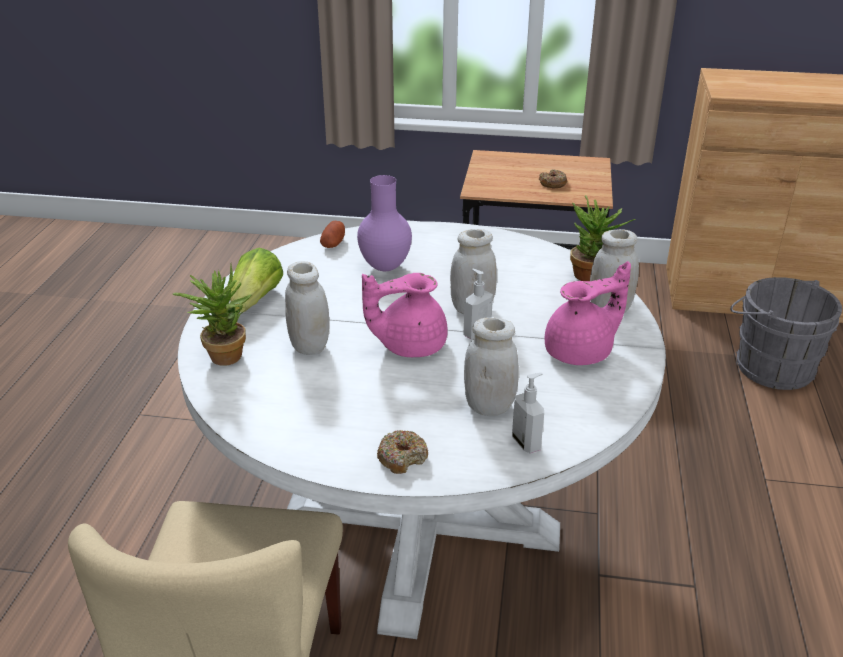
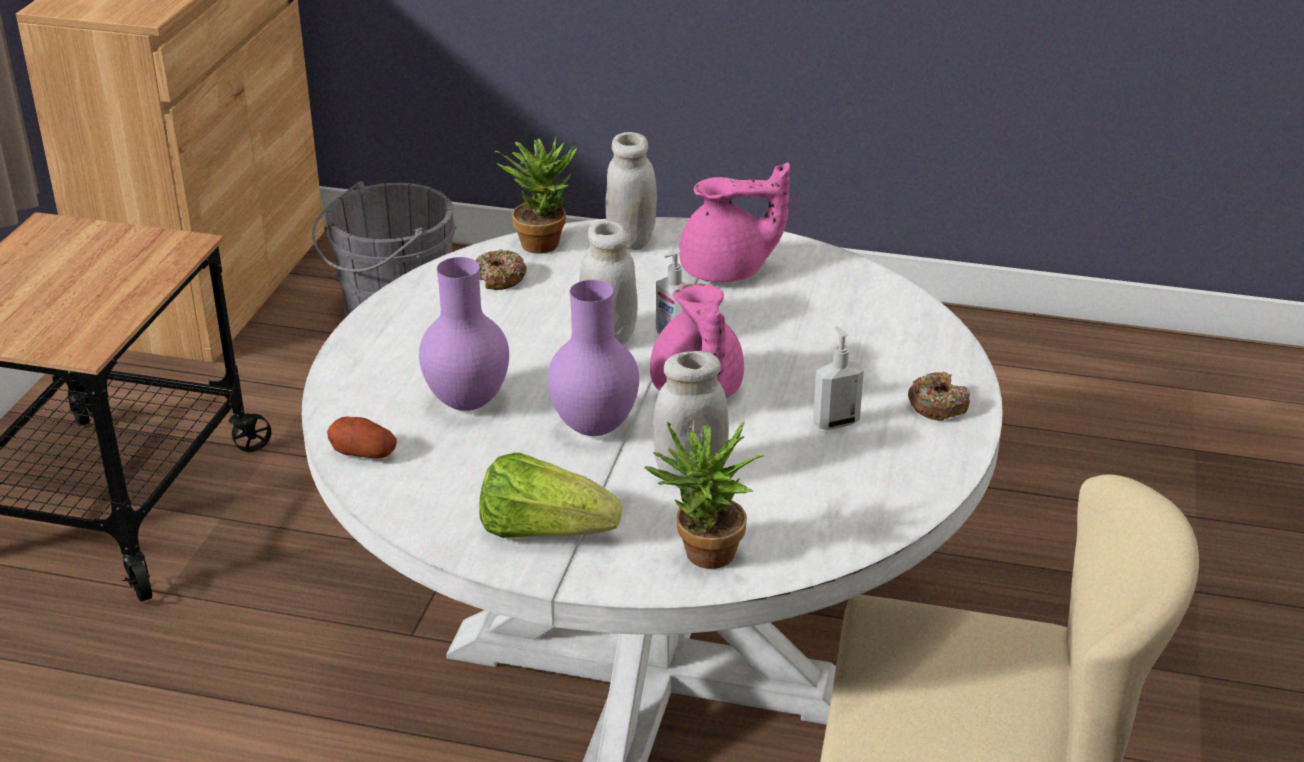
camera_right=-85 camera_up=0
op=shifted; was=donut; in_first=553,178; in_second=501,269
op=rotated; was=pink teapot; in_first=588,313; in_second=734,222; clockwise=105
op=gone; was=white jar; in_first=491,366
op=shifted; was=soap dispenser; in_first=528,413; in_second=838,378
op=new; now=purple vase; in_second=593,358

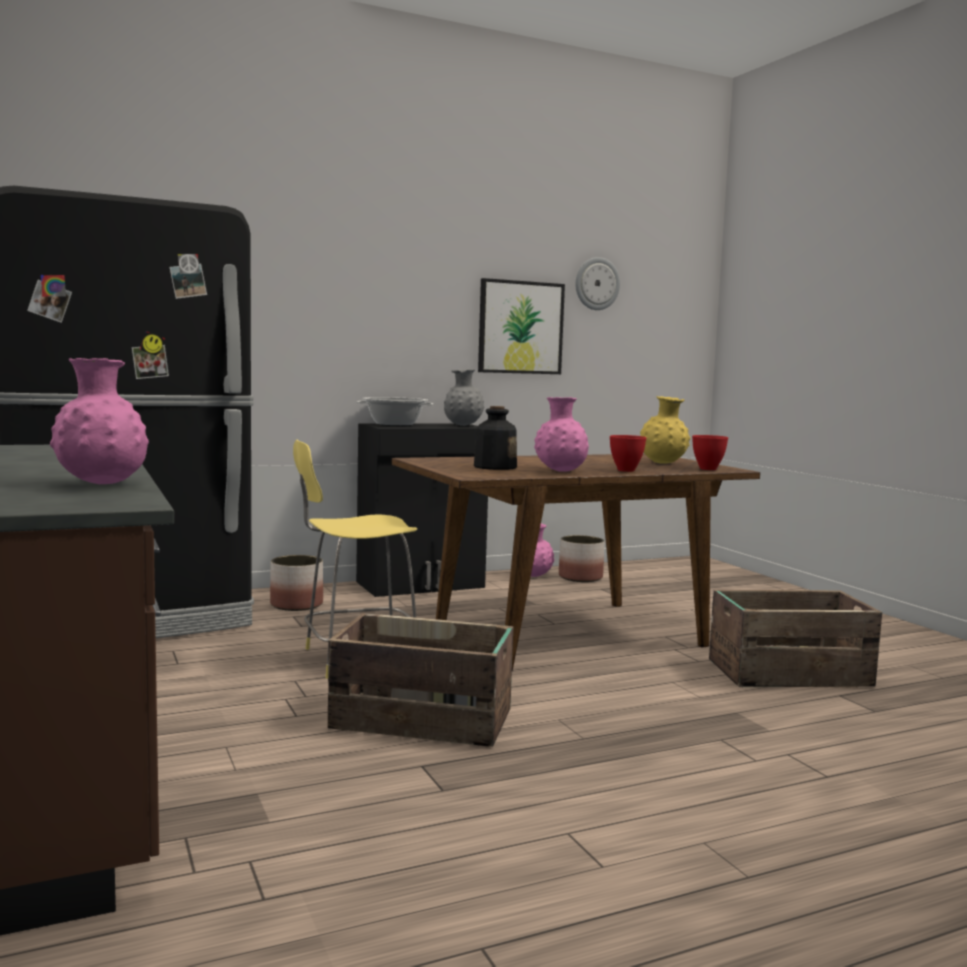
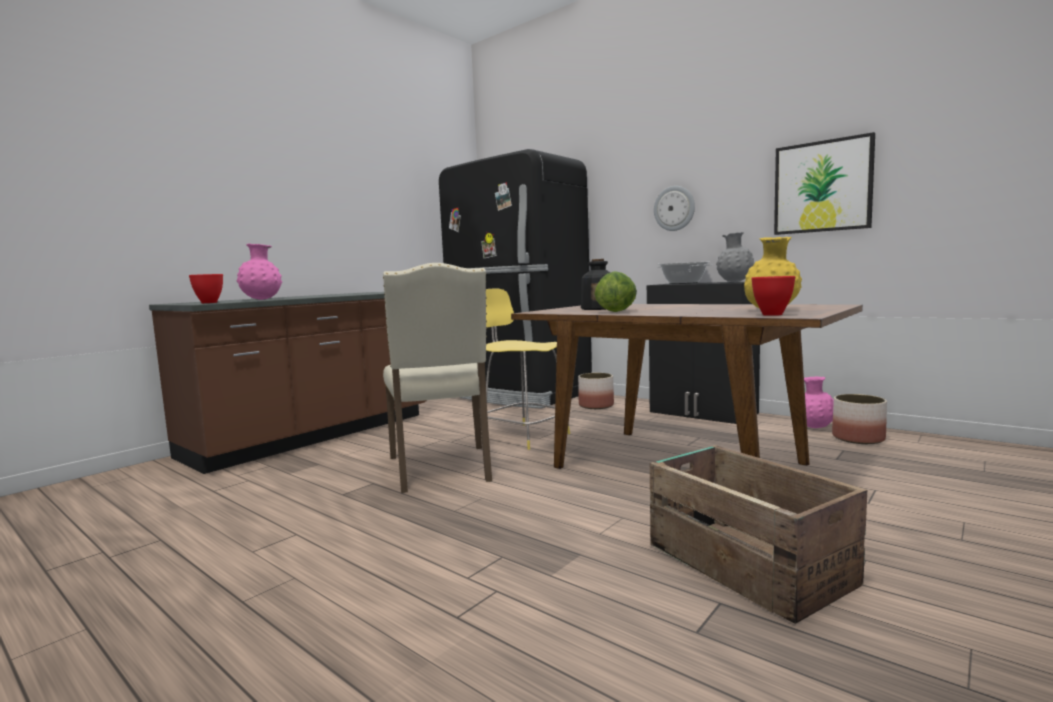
camera_right=65 camera_up=0
op=shifted; was=wall clock; in_first=597,283; in_second=674,208
op=swapped; was=pink vase; now=lettuce; in_first=561,434; in_second=616,291
op=shifted; was=red bowl; in_first=628,453; in_second=206,288
op=swapped; was=crate; now=beige chair; in_first=420,680; in_second=437,378

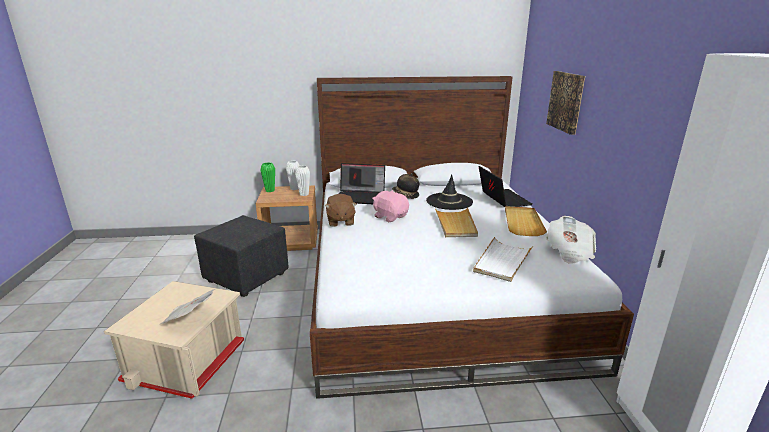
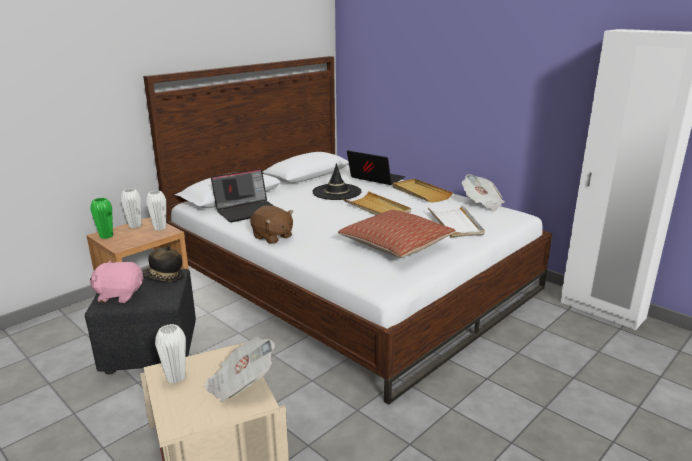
camera_right=-40 camera_up=0
op=gone; was=picture; in_first=565,103
op=shifted; was=hat; in_first=405,186; in_second=163,264
op=shifted; was=pink plush toy; in_first=390,206; in_second=116,281
op=new; now=pillow; in_second=397,234
op=new; now=white vase; in_second=170,353

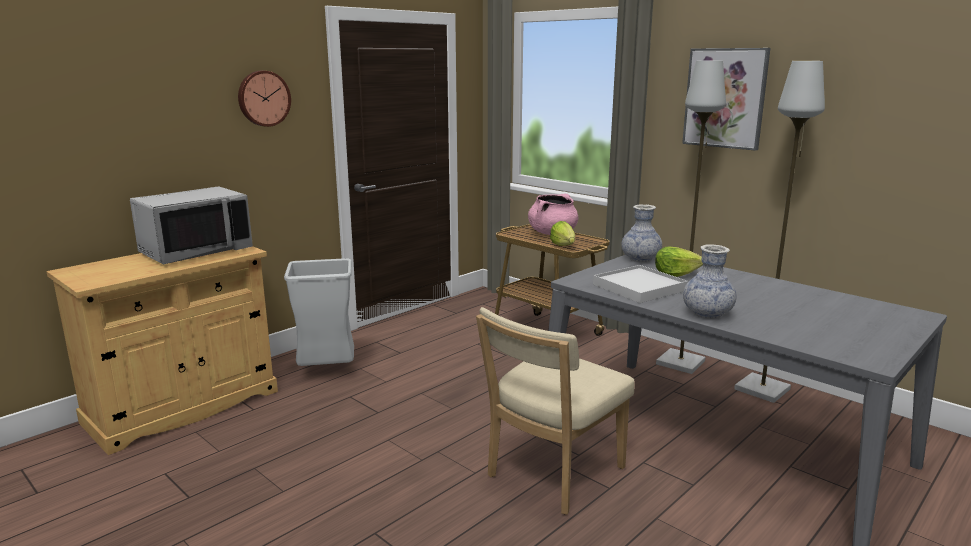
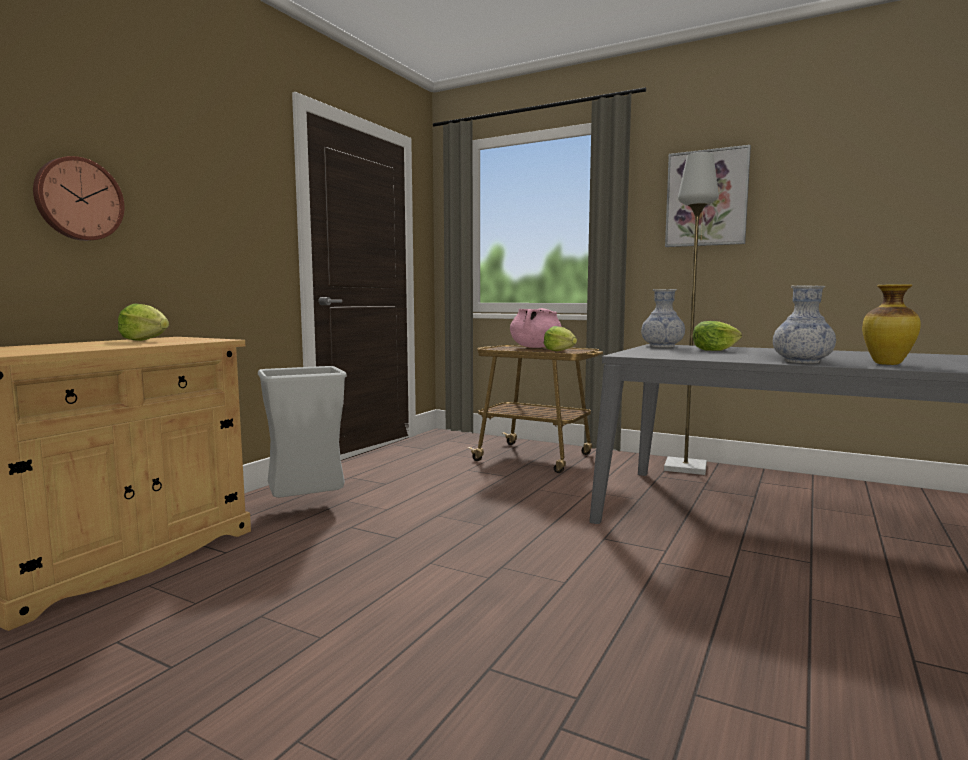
camera_right=-15 camera_up=-10
op=gone; was=grey floor lamp; in_first=779,232
op=shifted; was=wall clock; in_first=264,99; in_second=79,198
op=swapped; was=grey microwave; now=lettuce; in_first=191,225; in_second=143,322
op=gone; was=white tray; in_first=640,284
op=gone; was=beige chair; in_first=555,411
op=new; now=vase; in_second=891,324

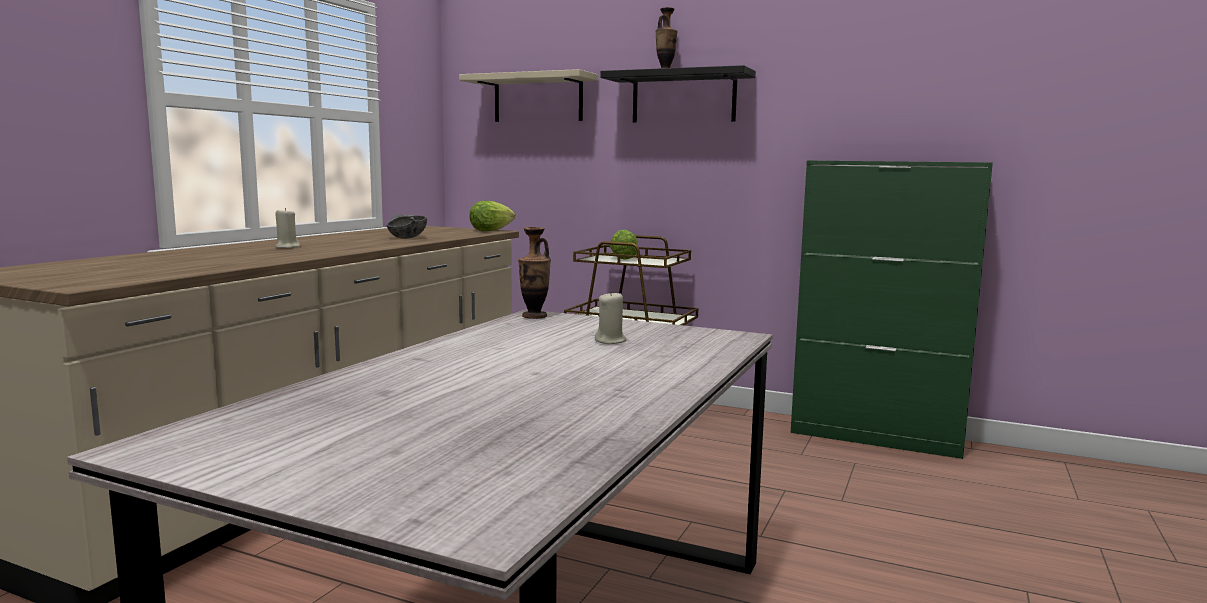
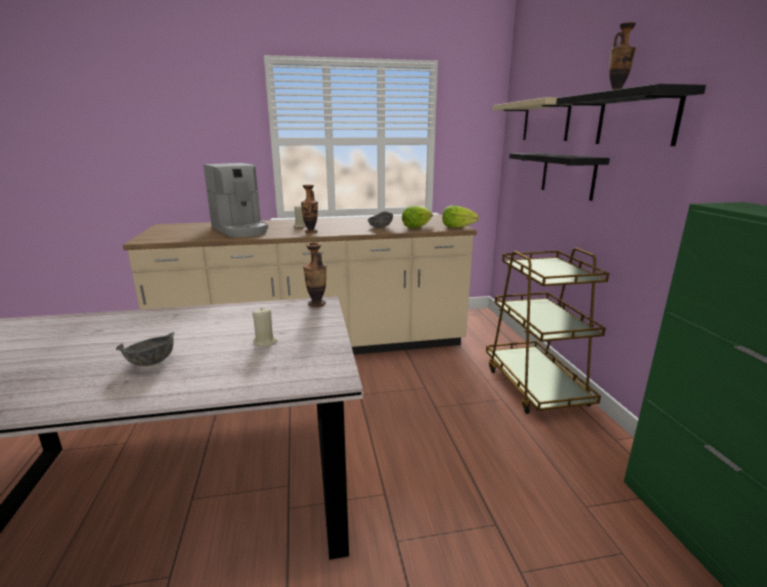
camera_right=55 camera_up=10
op=shifted; was=lettuce; in_first=623,245; in_second=417,217
op=new; now=black shelf; in_second=559,177
op=new; now=coffee machine; in_second=236,200
op=new; now=vase; in_second=309,209
op=new; now=grey bowl; in_second=145,349

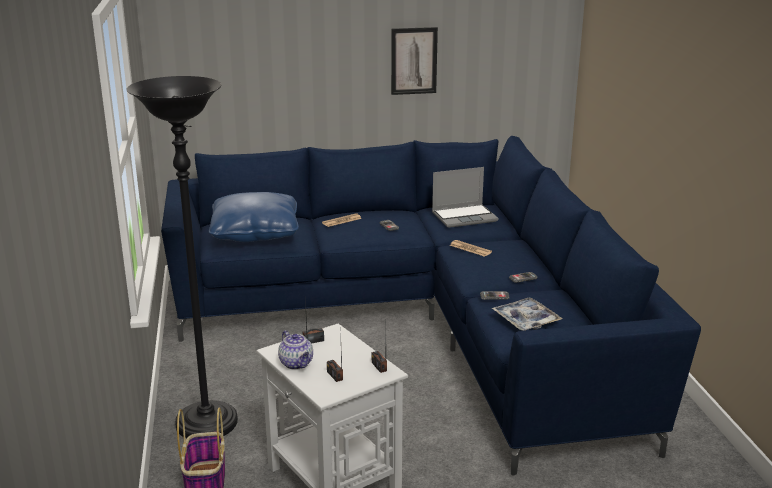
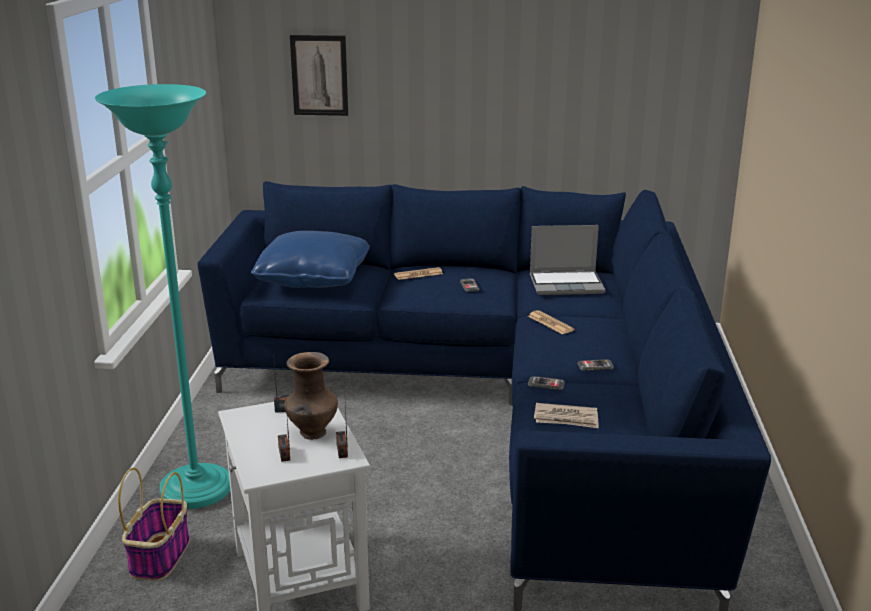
camera_right=15 camera_up=0
op=shifted; was=picture; in_first=414,61; in_second=319,75
op=repainted; was=black floor lamp; now=turquoise floor lamp; in_first=182,257; in_second=162,296
op=swapped; was=tray; now=newspaper; in_first=527,314; in_second=566,415
op=gone; was=teapot; in_first=295,350
op=new; now=brown vase; in_second=311,396

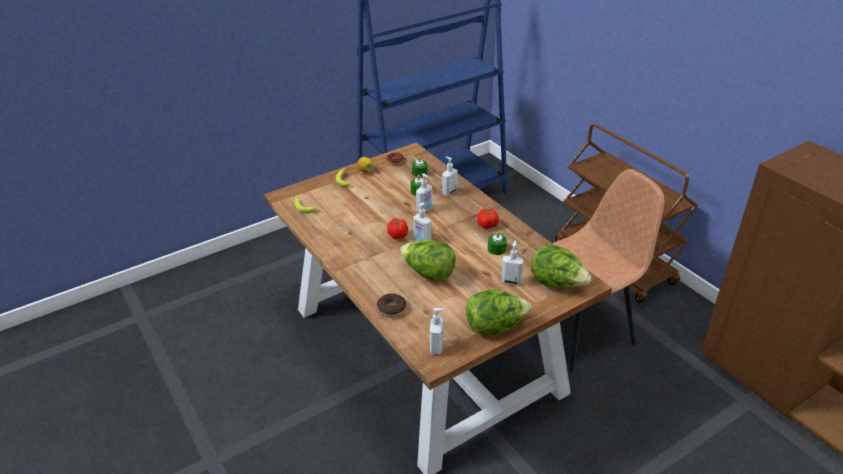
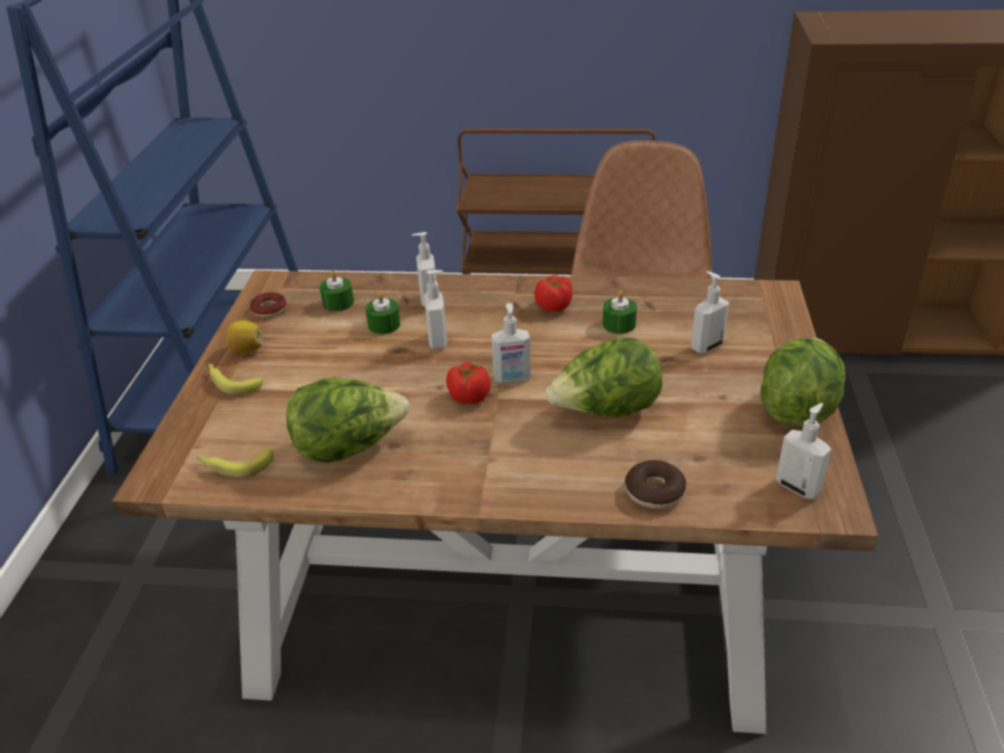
camera_right=-50 camera_up=0
op=shifted; was=lettuce; in_first=561,266; in_second=347,420

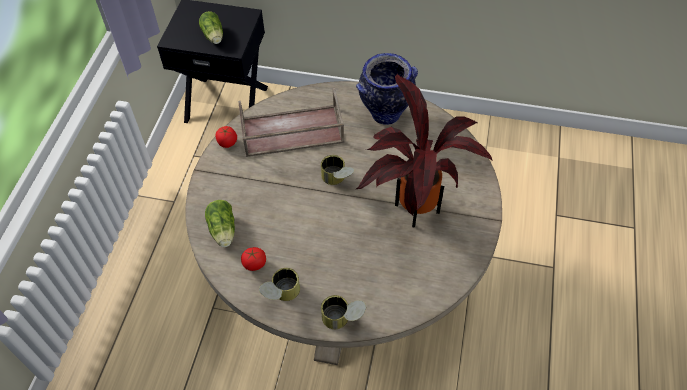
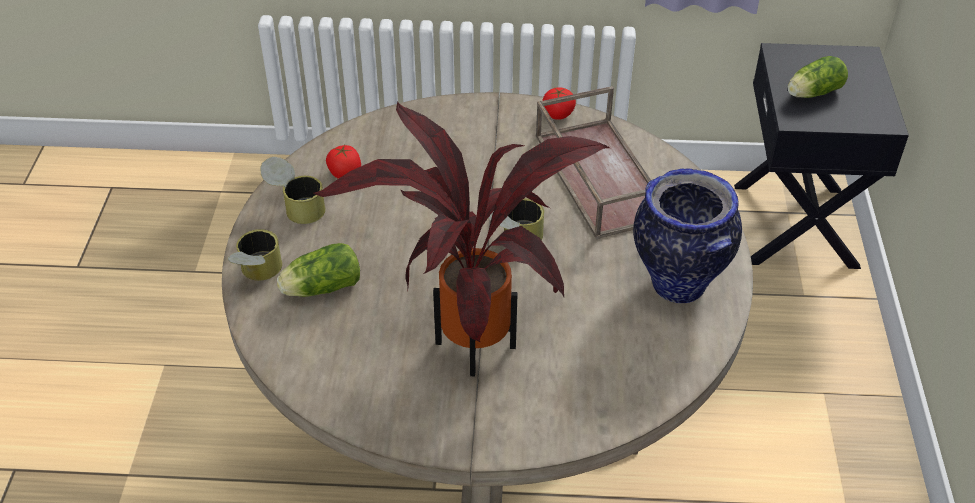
camera_right=80 camera_up=-10
op=shifted; was=lettuce; in_first=220,223; in_second=318,270

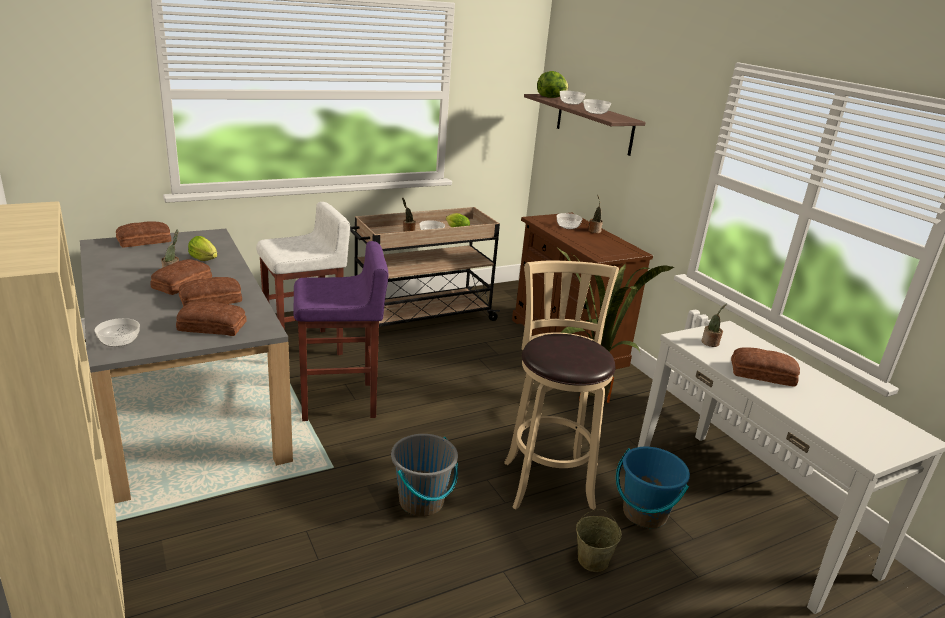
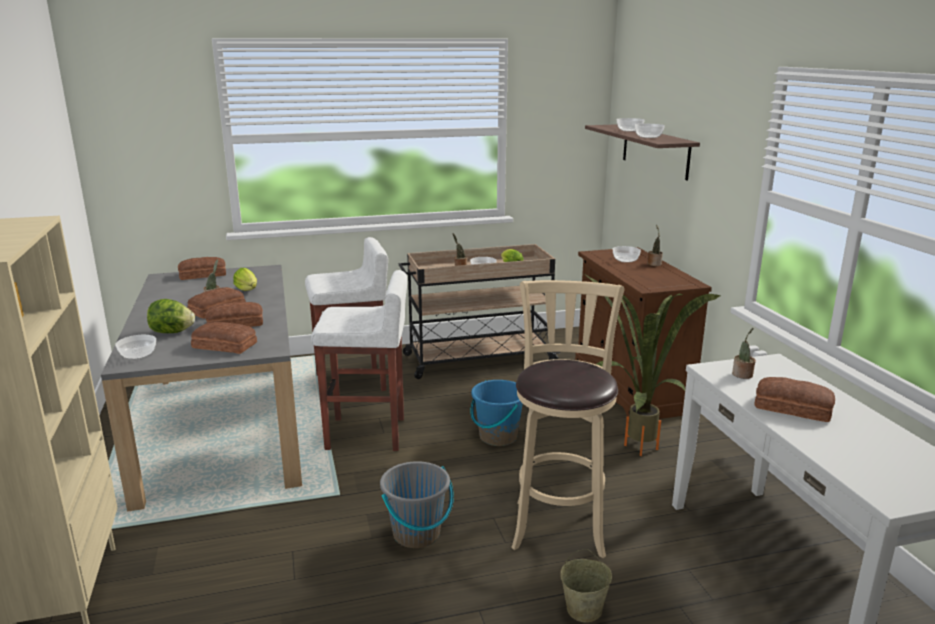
camera_right=15 camera_up=-5
op=shifted; was=lettuce; in_first=553,84; in_second=171,316
op=repainted; was=purple stool; now=white stool; in_first=340,331; in_second=359,360
op=shifted; was=blue bucket; in_first=653,487; in_second=496,413

